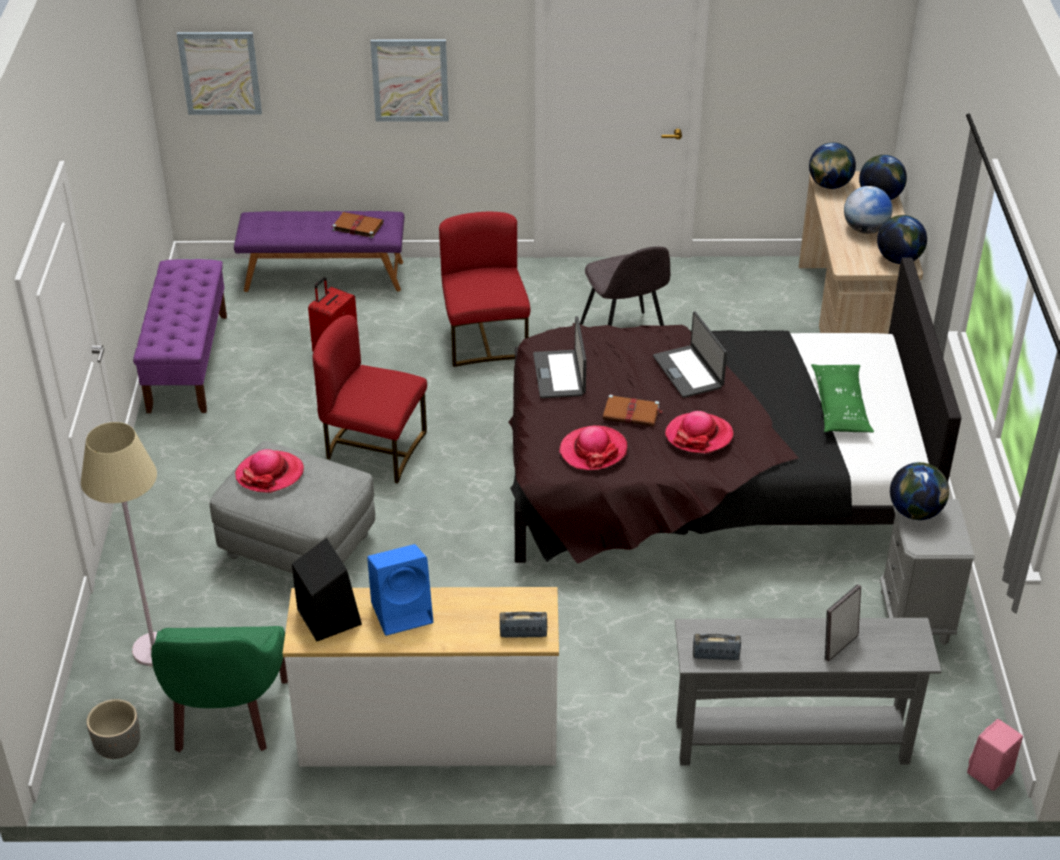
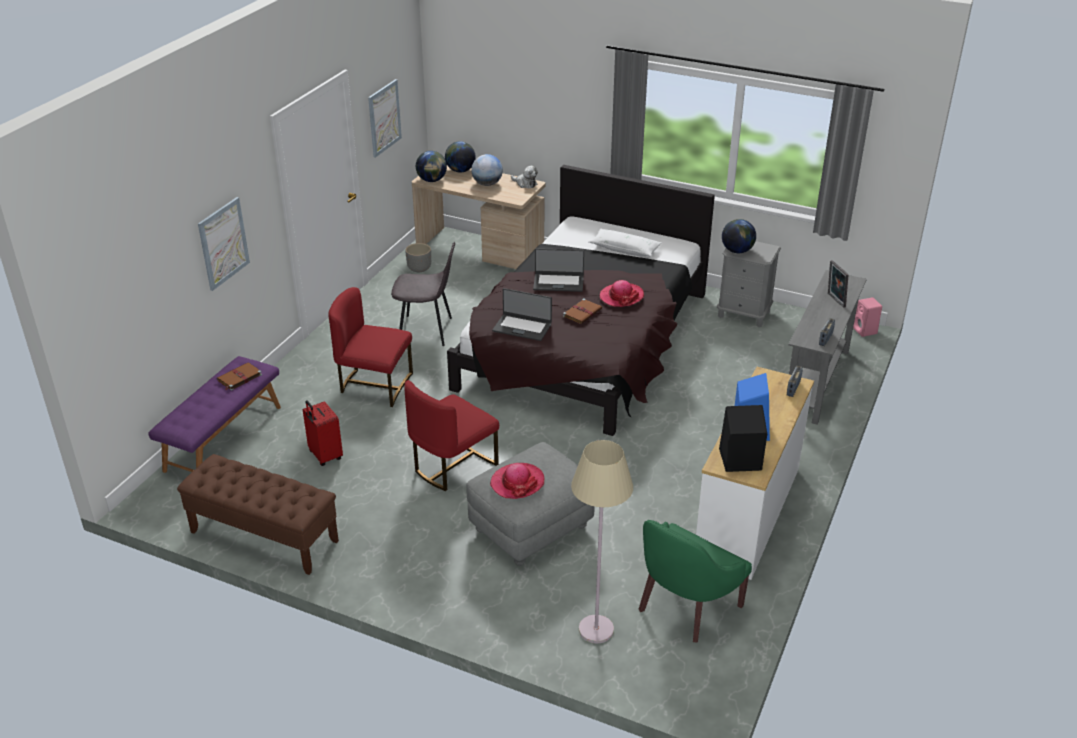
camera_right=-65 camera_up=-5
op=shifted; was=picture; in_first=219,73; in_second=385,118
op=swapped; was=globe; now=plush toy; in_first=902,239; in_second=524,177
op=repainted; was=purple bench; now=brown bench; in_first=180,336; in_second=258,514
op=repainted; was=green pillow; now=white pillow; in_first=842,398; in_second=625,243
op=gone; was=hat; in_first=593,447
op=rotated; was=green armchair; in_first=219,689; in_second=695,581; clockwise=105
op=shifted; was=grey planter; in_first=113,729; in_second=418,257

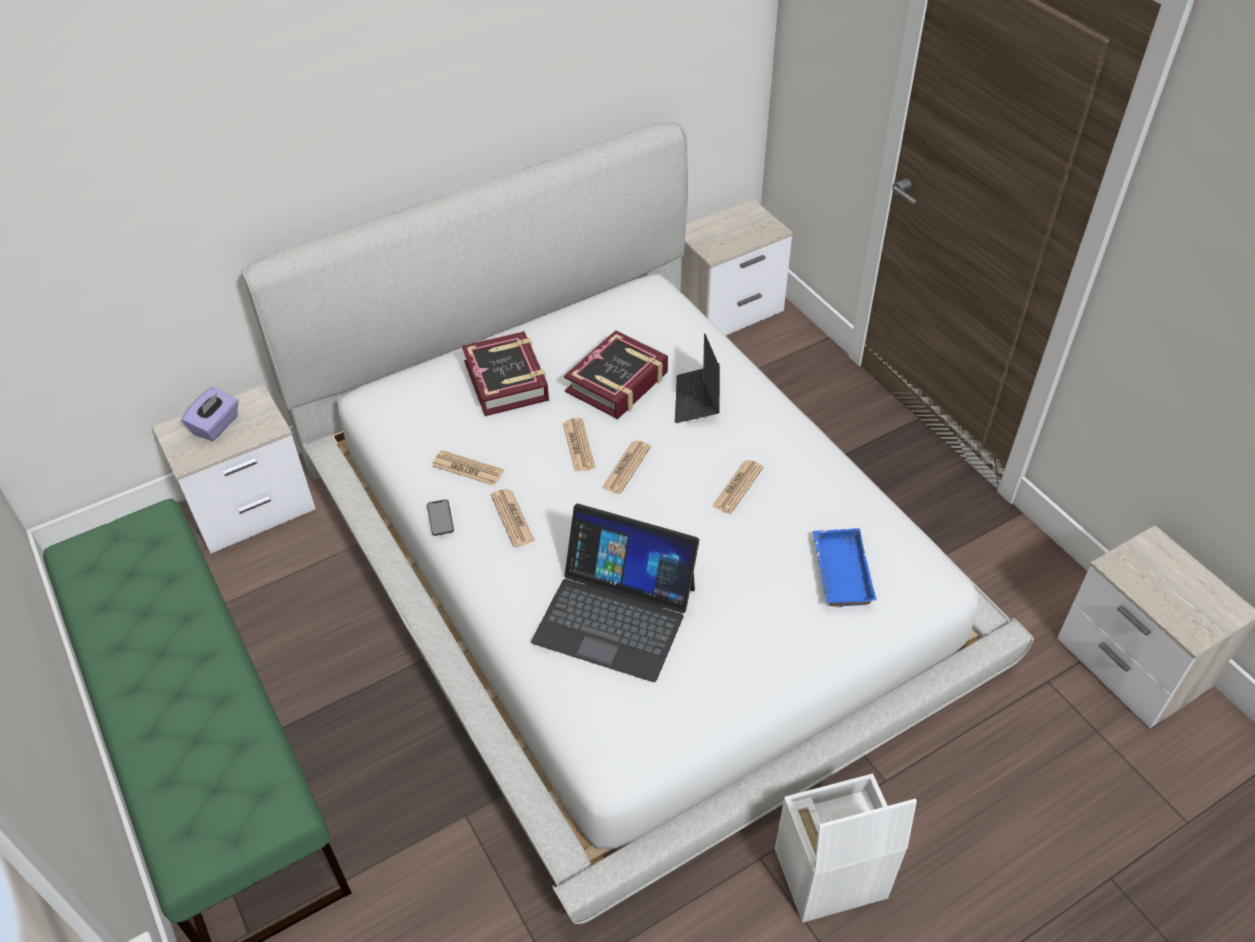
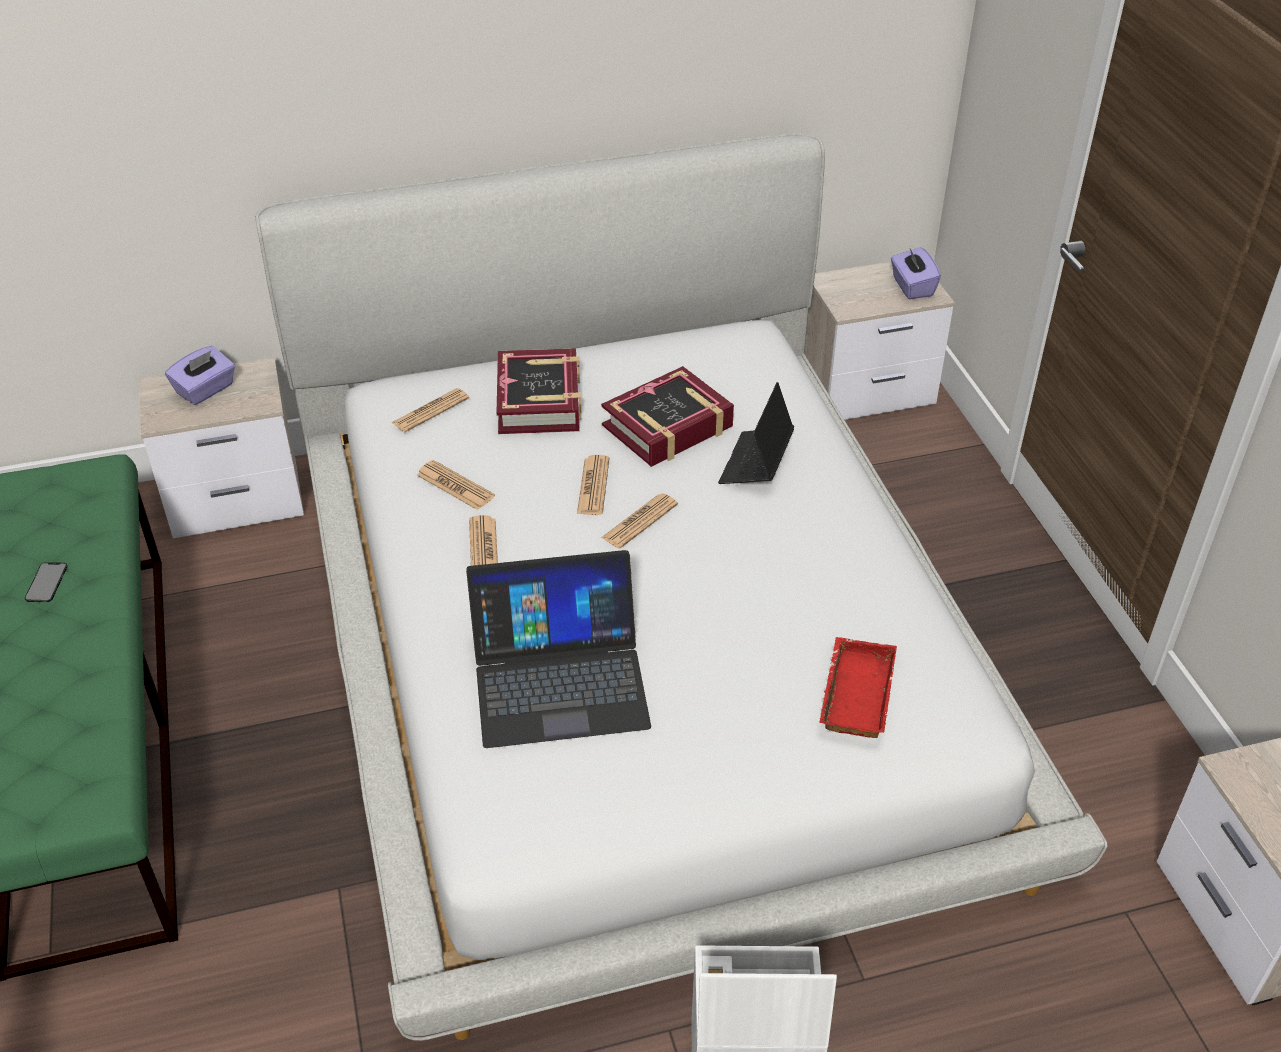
camera_right=15 camera_up=-5
op=shifted; was=newspaper; in_first=738,487; in_second=430,410
op=shifted; was=phone; in_first=440,517; in_second=46,582
op=rotated; was=laptop; in_first=615,593; in_second=558,649; clockwise=-45
op=repainted; was=blue tray; now=red tray; in_first=845,567; in_second=858,687
op=new; now=purple tissue box; in_second=916,272

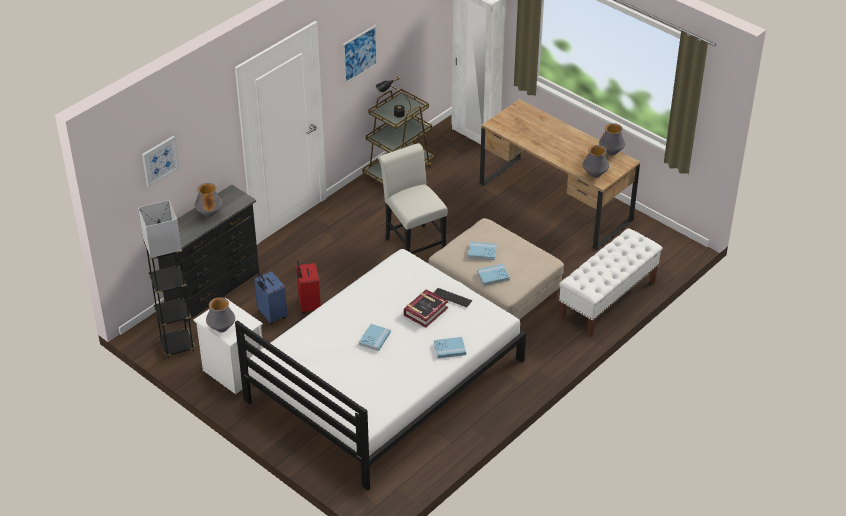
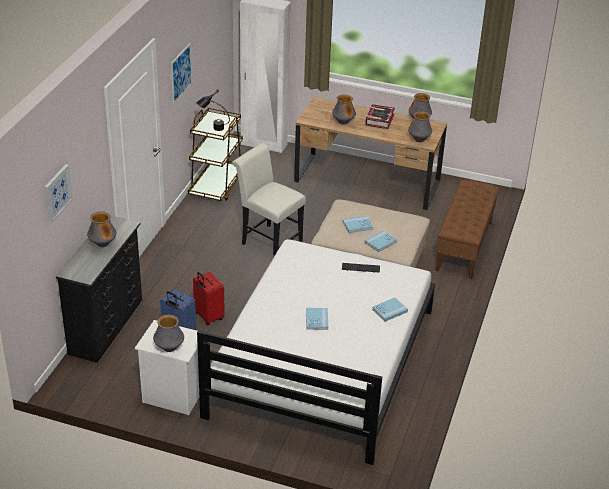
camera_right=-25 camera_up=-5
op=gone; was=grey floor lamp; in_first=166,279
op=repainted; was=white bench; now=brown bench; in_first=611,283; in_second=467,229
op=shifted; was=book; in_first=426,308; in_second=380,116
op=new; now=vase; in_second=344,109

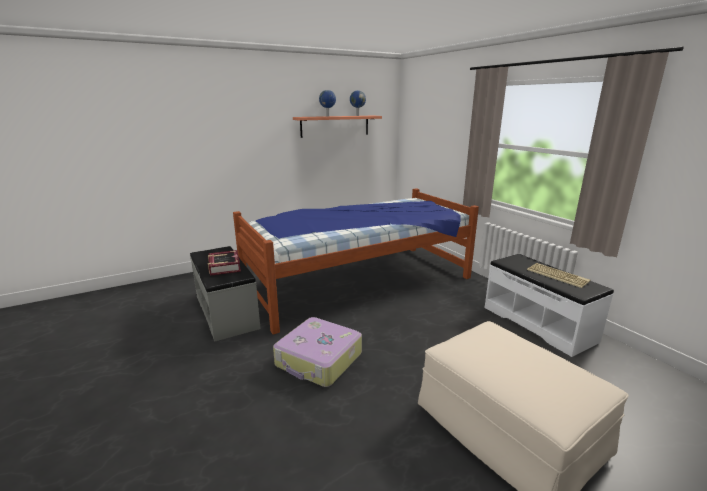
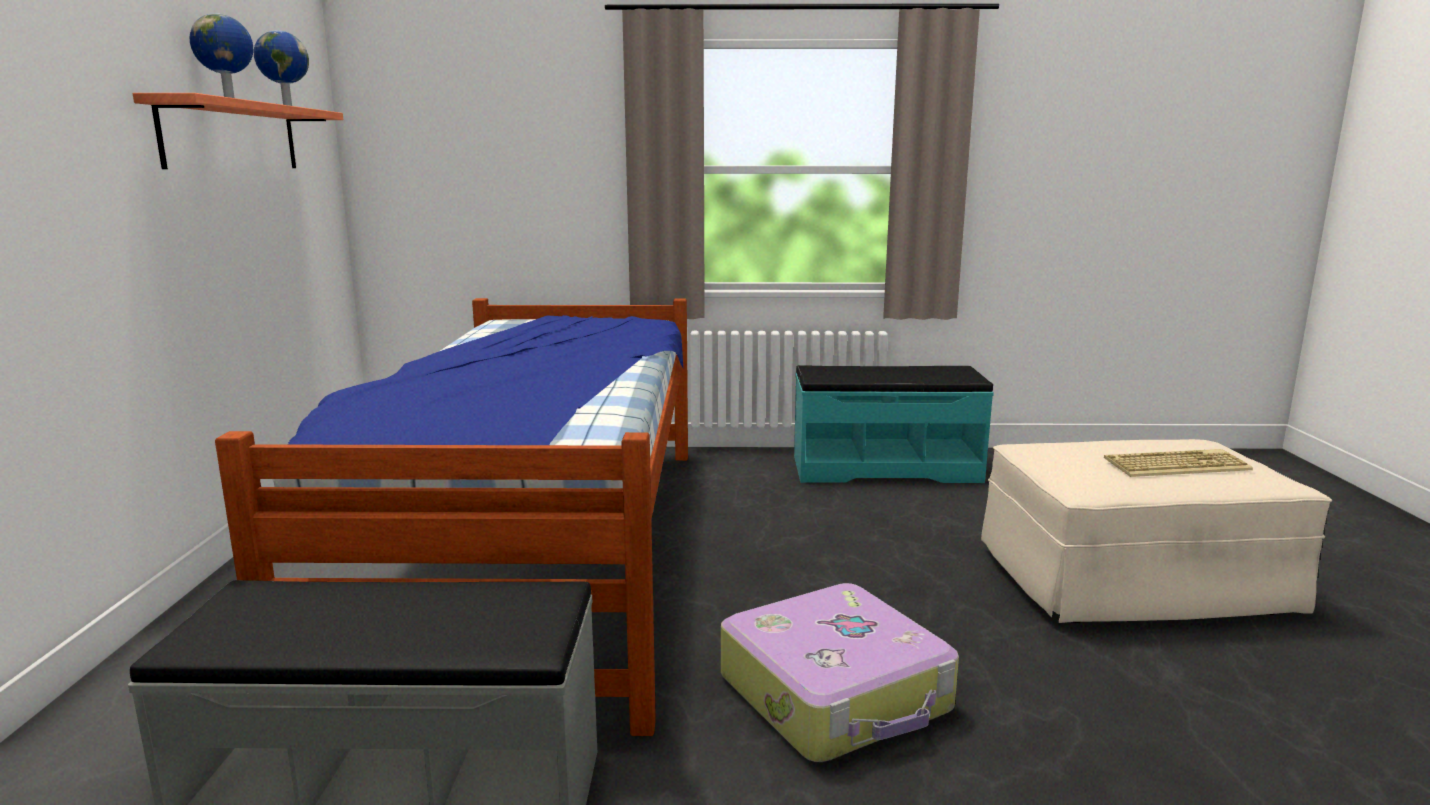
camera_right=-60 camera_up=-5
op=gone; was=book; in_first=224,263
op=repainted; was=white bench; now=turquoise bench; in_first=549,305; in_second=894,424
op=shifted; was=keyboard; in_first=559,275; in_second=1178,463

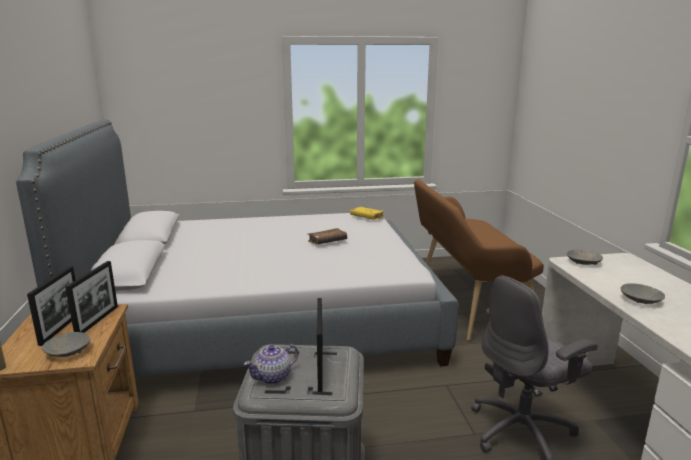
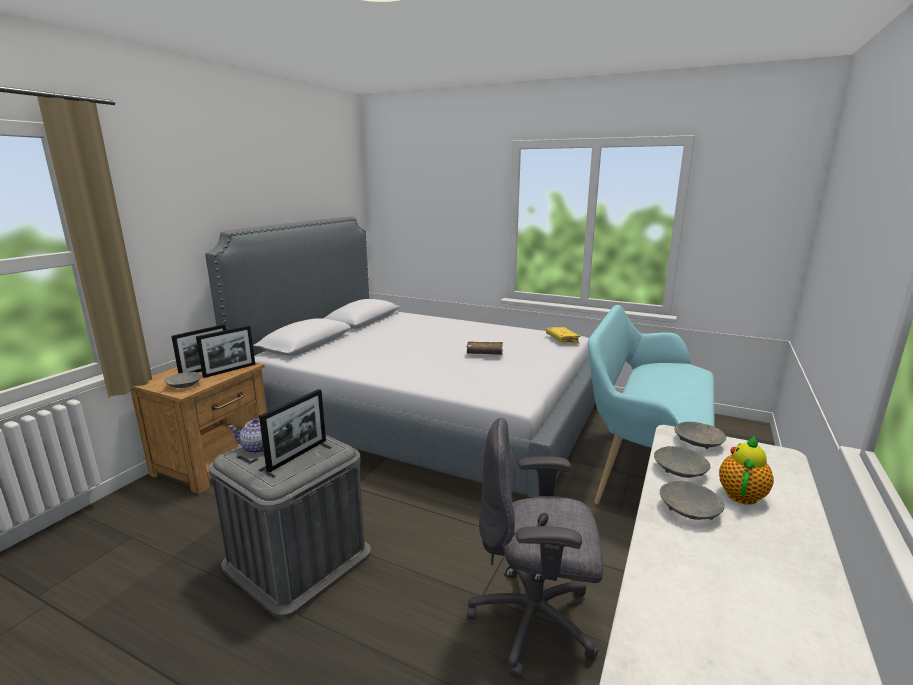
camera_right=35 camera_up=0
op=repainted; was=brown bench; now=turquoise bench; in_first=479,260; in_second=651,404
op=new; now=teapot; in_second=746,470
op=new; now=grey bowl; in_second=682,462

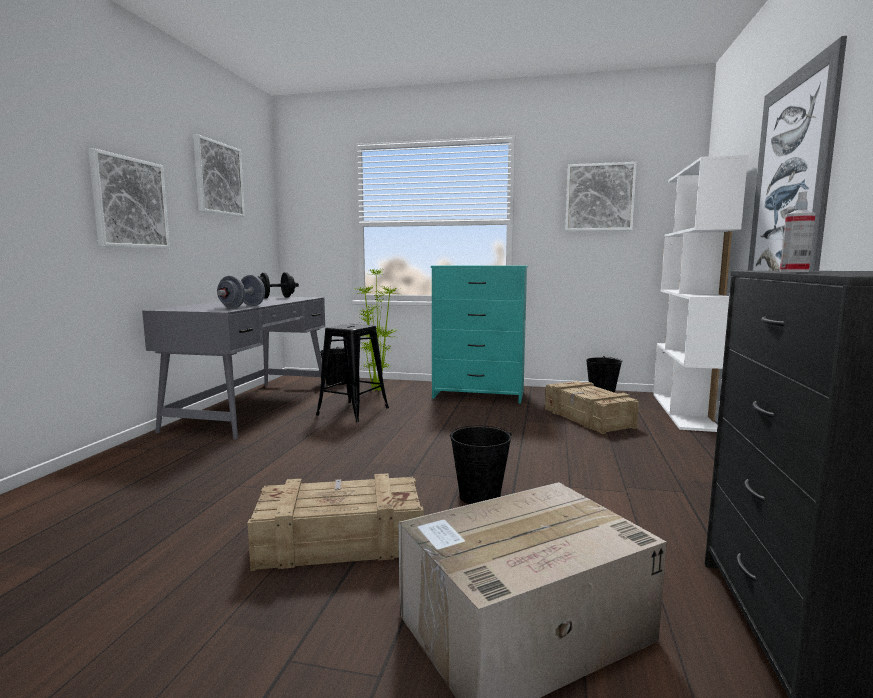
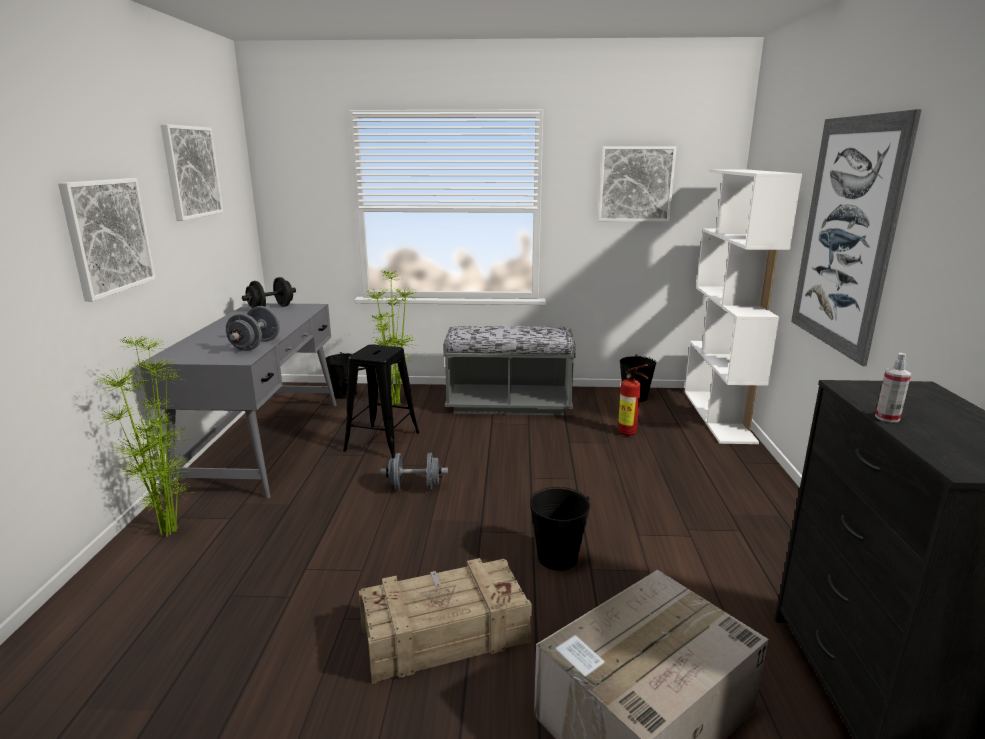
camera_right=-10 camera_up=10
op=swapped; was=turquoise dresser; now=grey bench; in_first=479,334; in_second=509,370
op=swapped; was=crate; now=fire extinguisher; in_first=592,407; in_second=633,400
op=new; now=potted plant; in_second=144,436
op=new; now=grey dumbbell; in_second=414,471

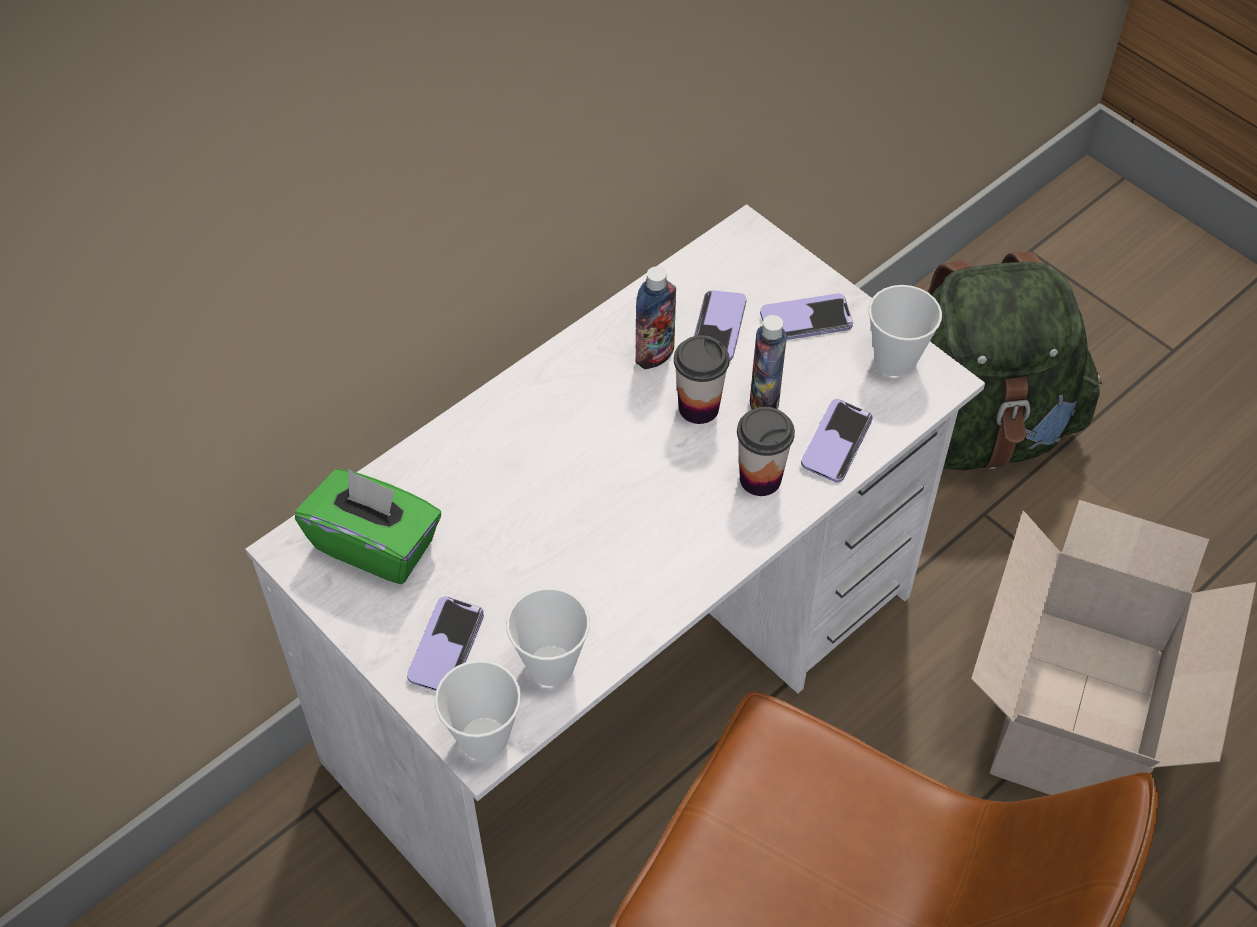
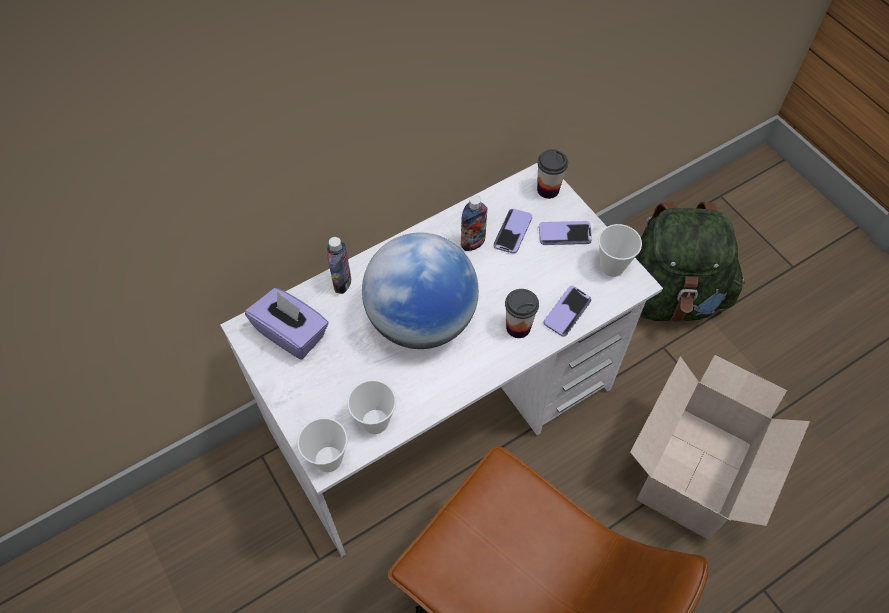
camera_right=10 camera_up=5
op=shifted; was=bottle; in_first=768,362; in_second=339,265
op=shifted; was=cup; in_first=702,379; in_second=552,174
op=repainted; was=green tissue box; now=purple tissue box; in_first=368,526; in_second=287,324
op=gone; was=phone; in_first=445,643
op=new; now=globe; in_second=420,290

